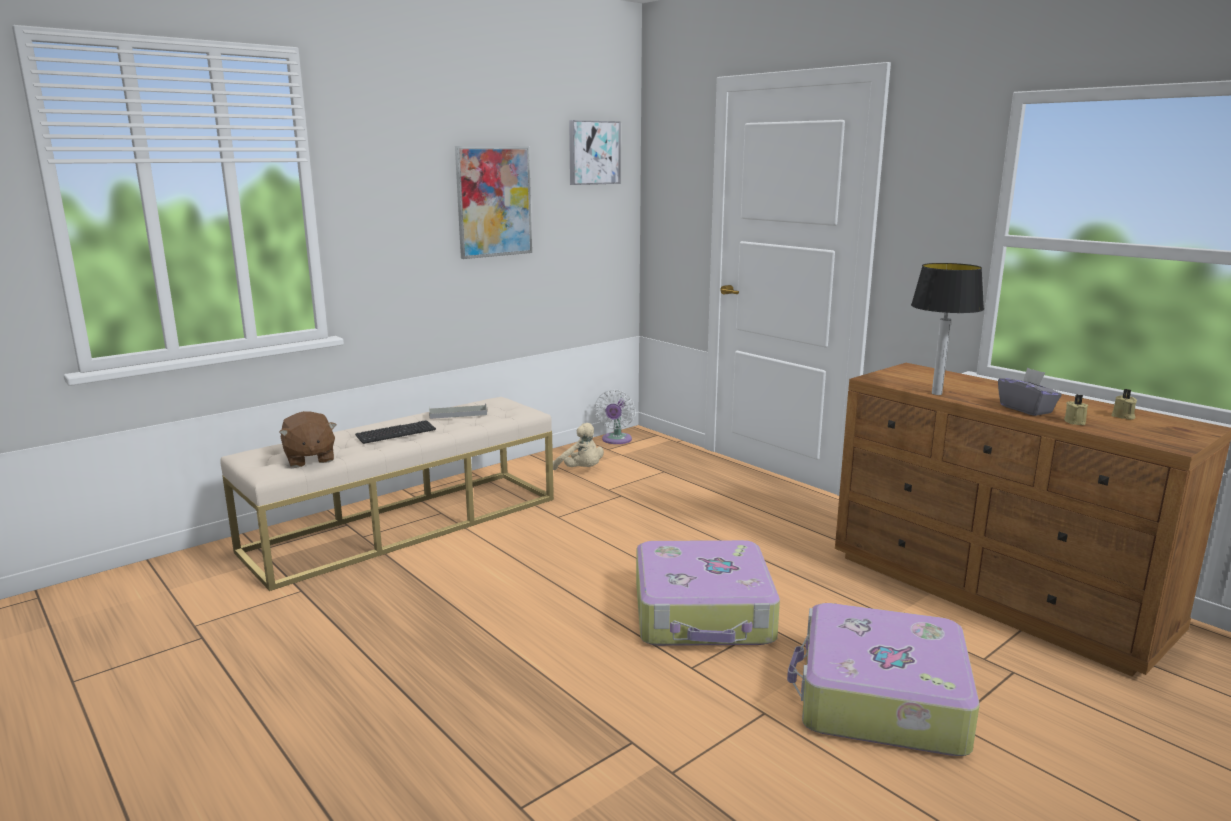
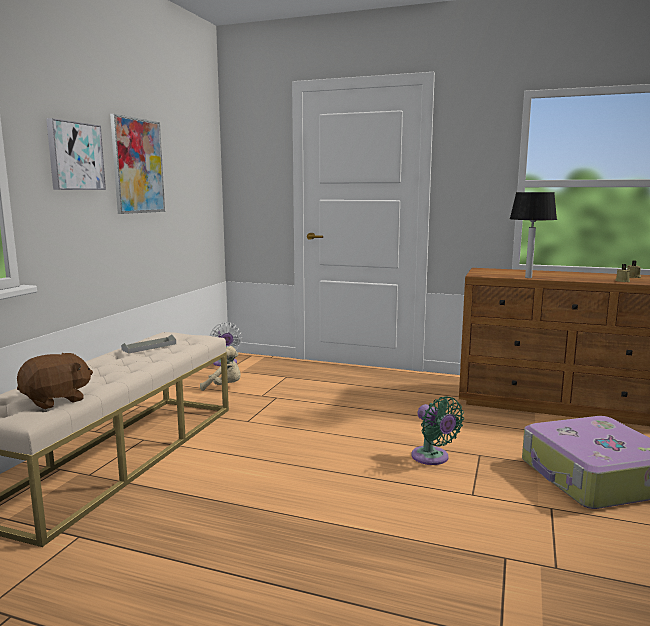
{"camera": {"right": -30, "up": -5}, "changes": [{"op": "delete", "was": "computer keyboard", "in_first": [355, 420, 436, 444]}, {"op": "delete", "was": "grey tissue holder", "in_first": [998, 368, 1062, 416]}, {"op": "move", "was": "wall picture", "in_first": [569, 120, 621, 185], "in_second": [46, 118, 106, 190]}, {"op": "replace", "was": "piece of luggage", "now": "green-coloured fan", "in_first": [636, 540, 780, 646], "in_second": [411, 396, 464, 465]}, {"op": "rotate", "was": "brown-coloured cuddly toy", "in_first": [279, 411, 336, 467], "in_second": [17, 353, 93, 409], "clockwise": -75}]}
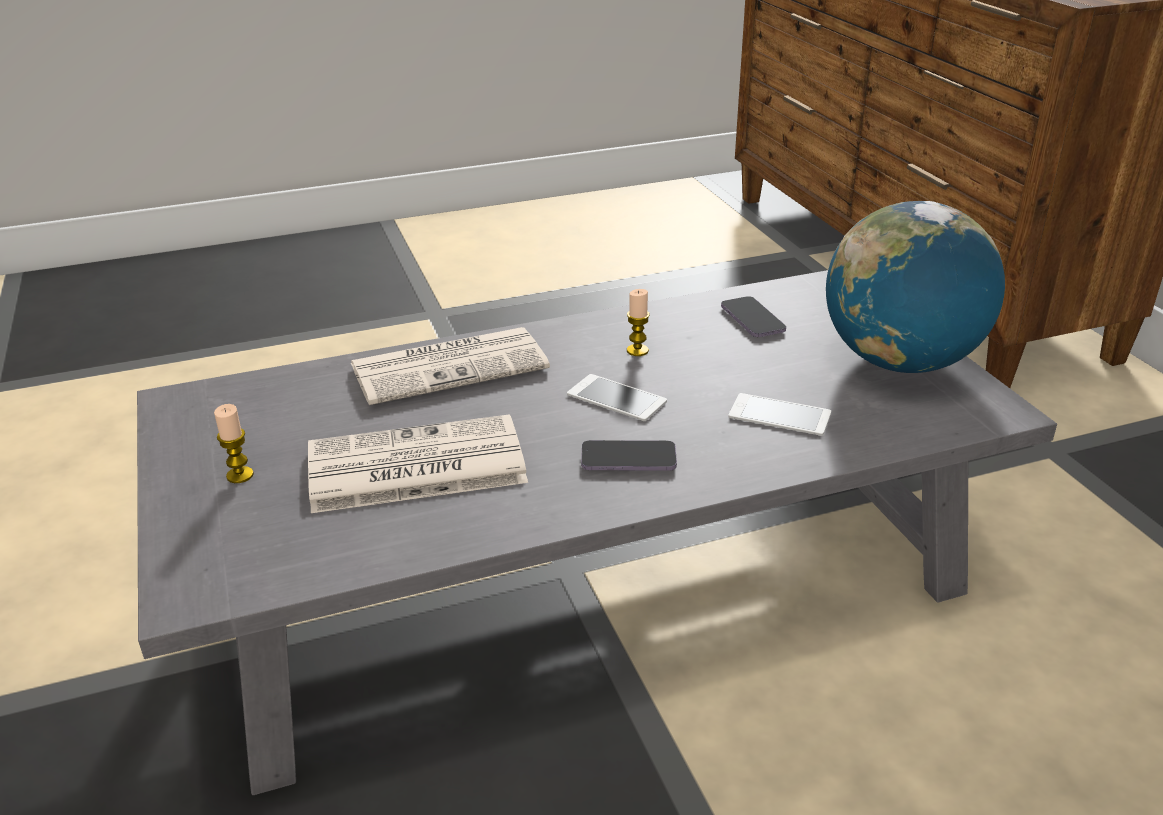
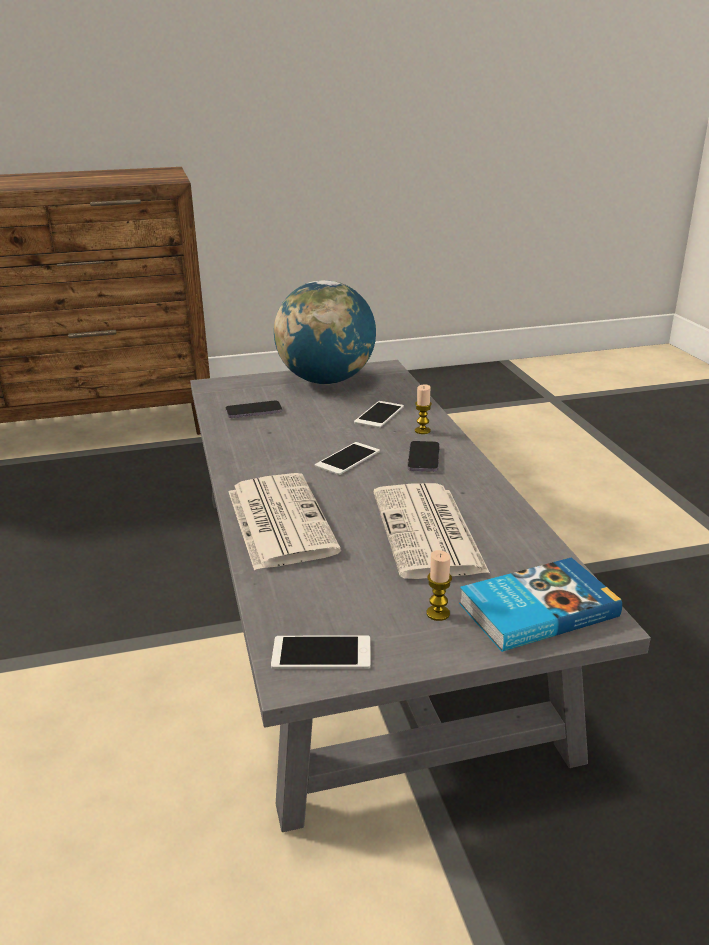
{"camera": {"right": -85, "up": -5}, "changes": [{"op": "insert", "now": "phone", "in_second": [271, 635, 371, 669]}, {"op": "insert", "now": "book", "in_second": [459, 557, 622, 652]}, {"op": "move", "was": "wax light", "in_first": [627, 289, 650, 356], "in_second": [415, 384, 432, 434]}]}
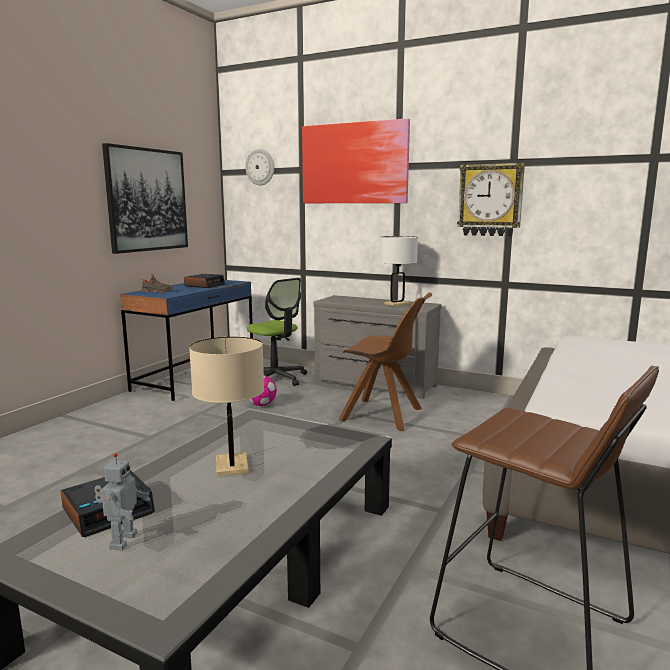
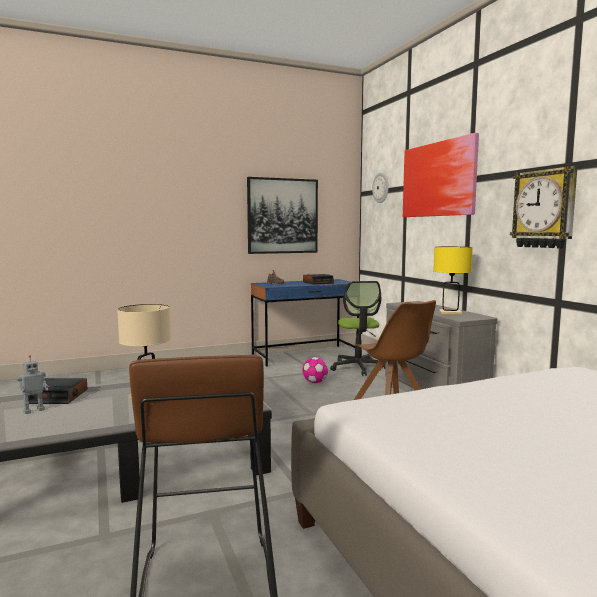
{"camera": {"right": 40, "up": -5}, "changes": [{"op": "recolor", "was": "white lamp for a table", "now": "yellowish lamp for a table", "in_first": [380, 236, 418, 306], "in_second": [433, 246, 473, 315]}]}
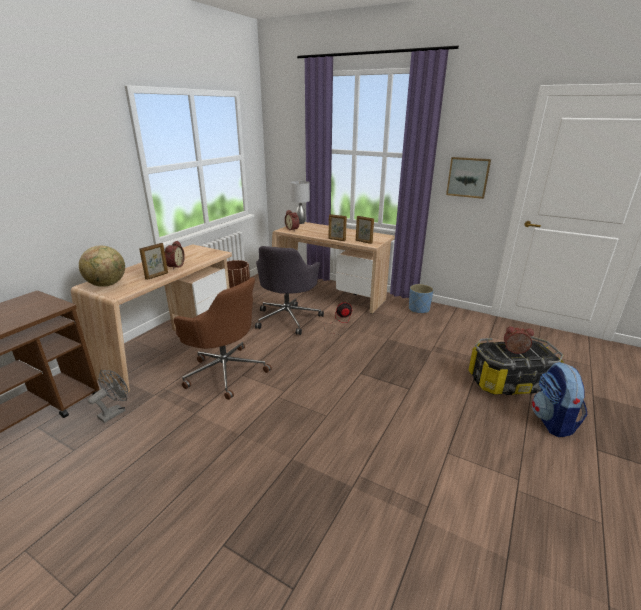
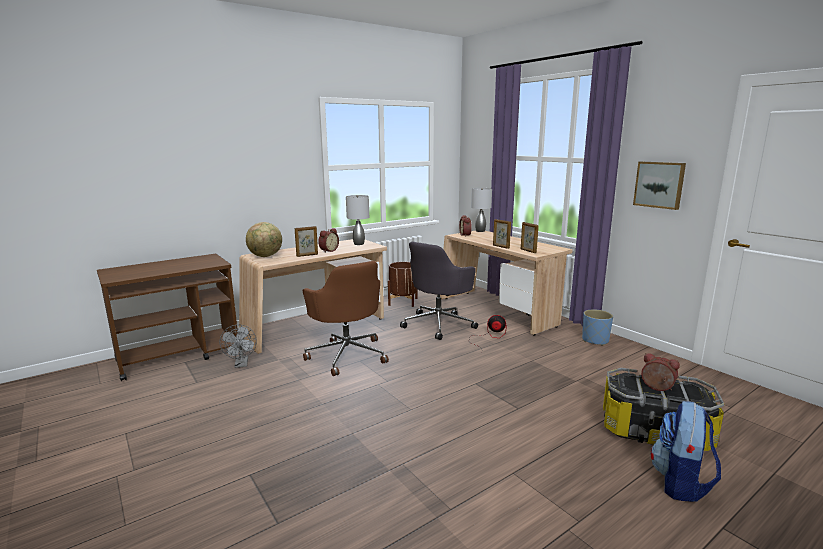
{"camera": {"right": 25, "up": -10}, "changes": [{"op": "insert", "now": "grey lamp for a table", "in_second": [346, 195, 369, 245]}, {"op": "rotate", "was": "grey fan", "in_first": [88, 370, 128, 423], "in_second": [219, 325, 257, 368], "clockwise": 105}]}
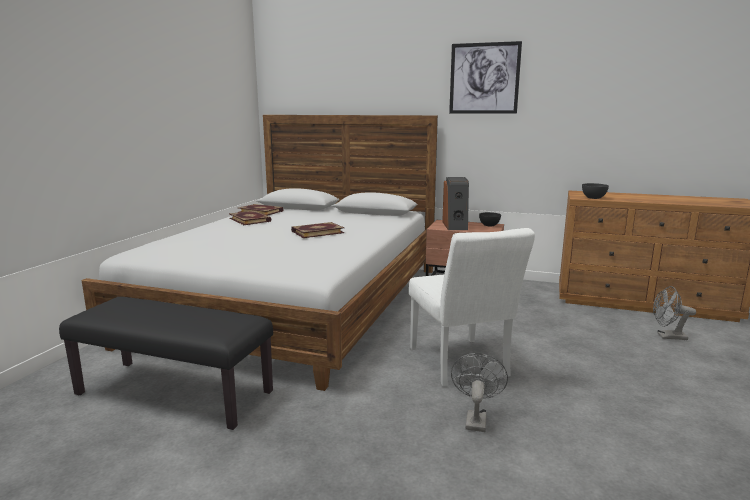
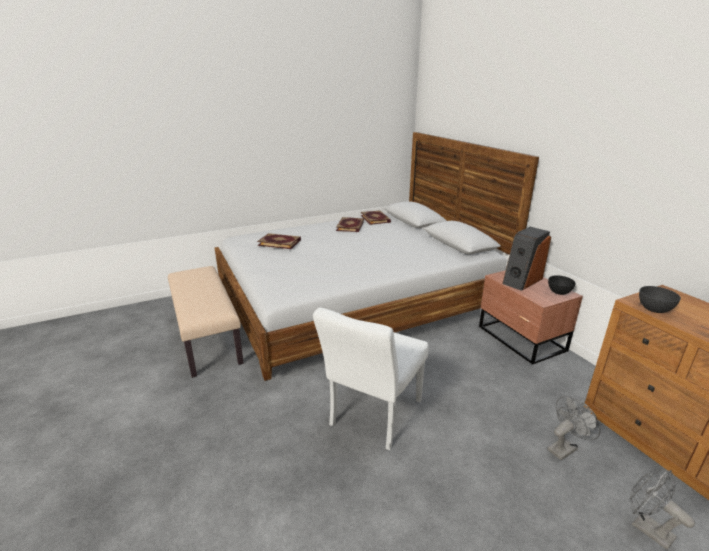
{"camera": {"right": 45, "up": 10}, "changes": [{"op": "delete", "was": "wall picture", "in_first": [449, 41, 522, 114]}, {"op": "move", "was": "book", "in_first": [291, 222, 345, 238], "in_second": [257, 233, 301, 249]}, {"op": "move", "was": "grey fan", "in_first": [451, 353, 508, 432], "in_second": [547, 396, 600, 460]}, {"op": "recolor", "was": "black indoor bench", "now": "beige indoor bench", "in_first": [59, 297, 273, 430], "in_second": [168, 266, 243, 378]}]}
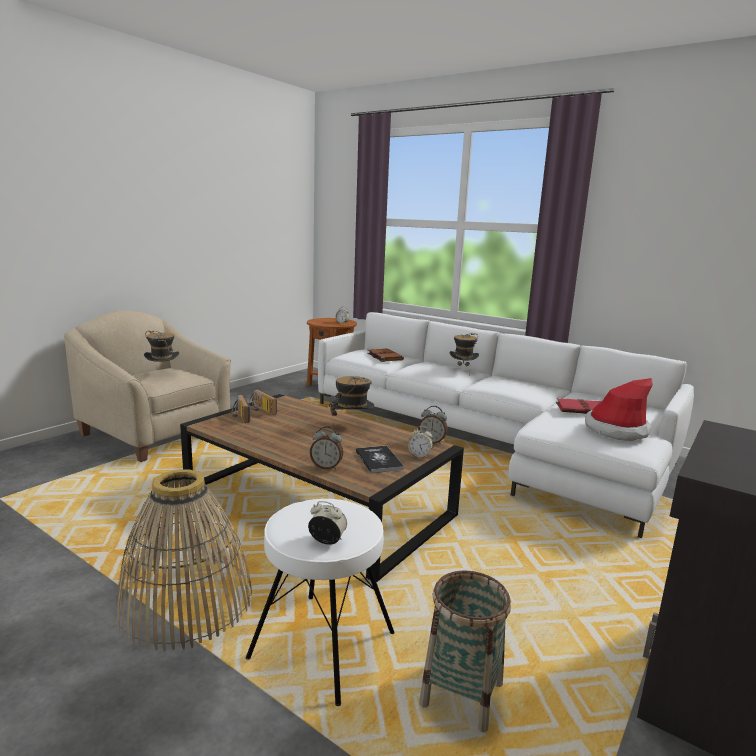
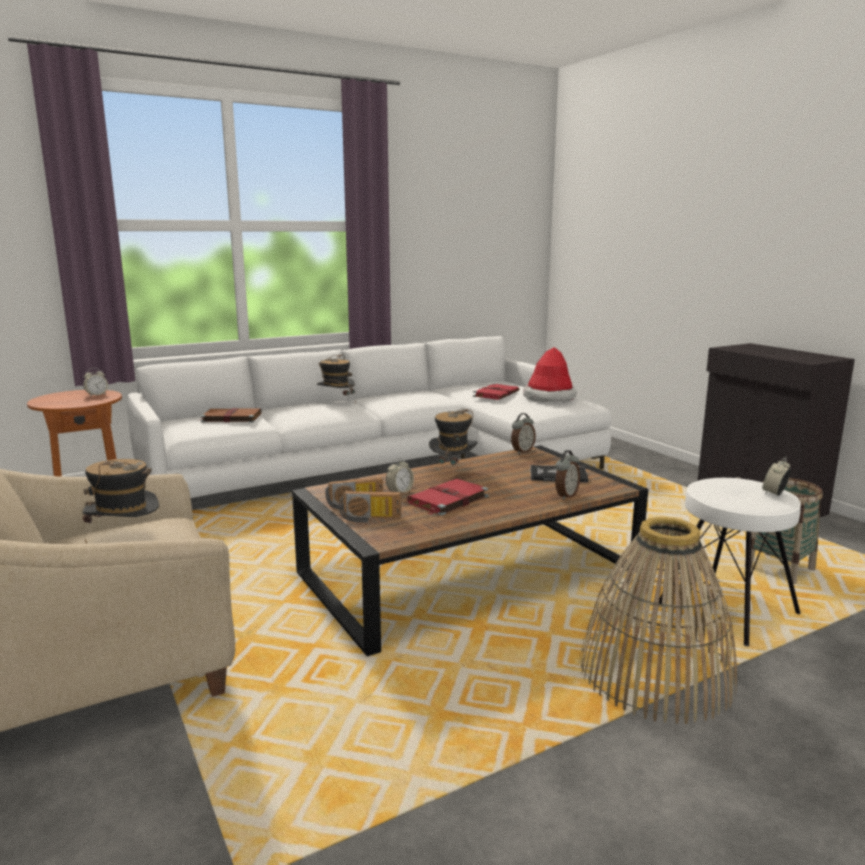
{"camera": {"right": -65, "up": 0}, "changes": [{"op": "insert", "now": "red-coloured book", "in_second": [407, 479, 488, 516]}, {"op": "move", "was": "table clock", "in_first": [408, 426, 433, 458], "in_second": [386, 457, 414, 493]}]}
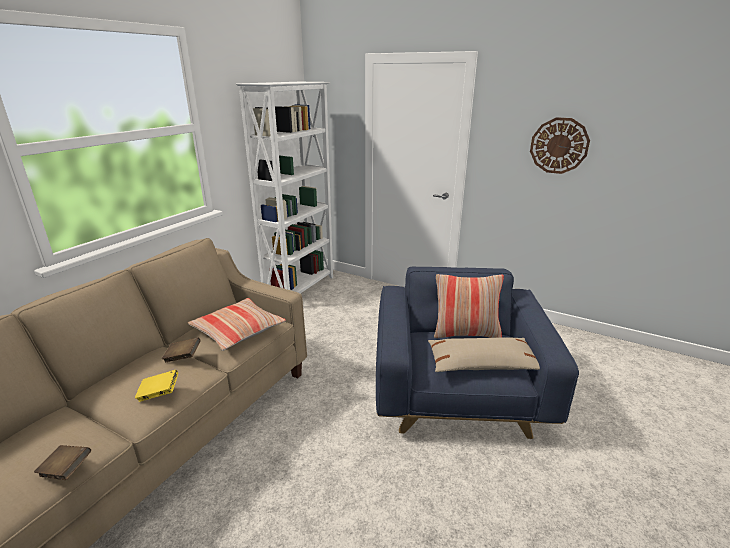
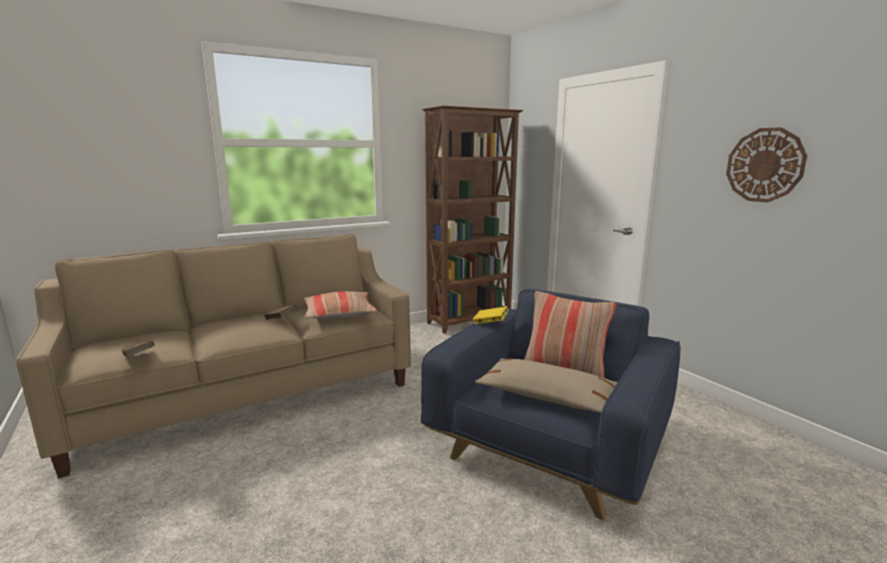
{"camera": {"right": 30, "up": -10}, "changes": [{"op": "move", "was": "yellowish book", "in_first": [135, 370, 178, 402], "in_second": [473, 306, 509, 324]}, {"op": "recolor", "was": "white shelving unit", "now": "brown-coloured shelving unit", "in_first": [236, 82, 333, 293], "in_second": [422, 106, 523, 334]}]}
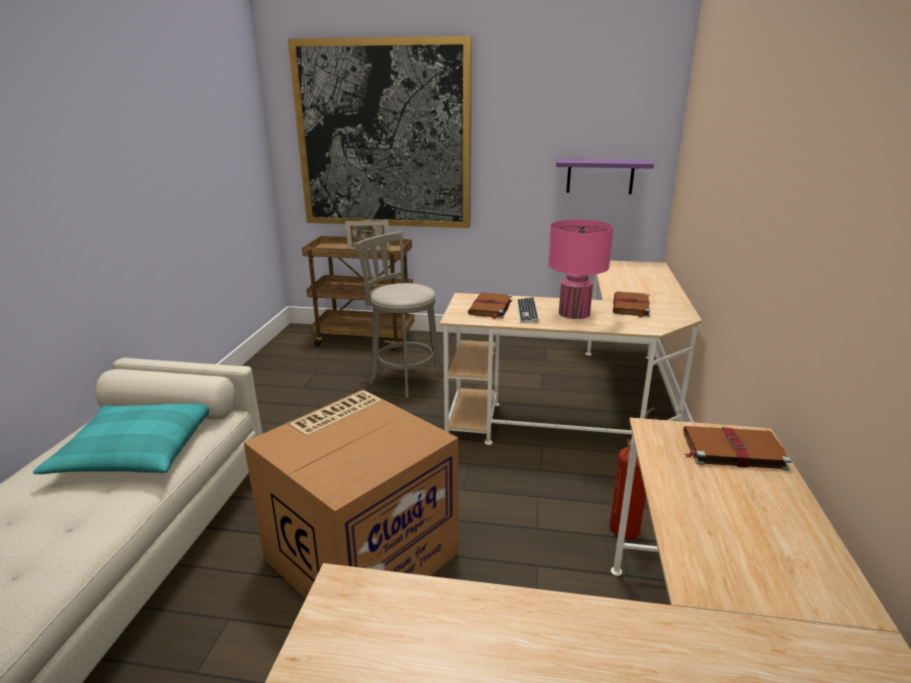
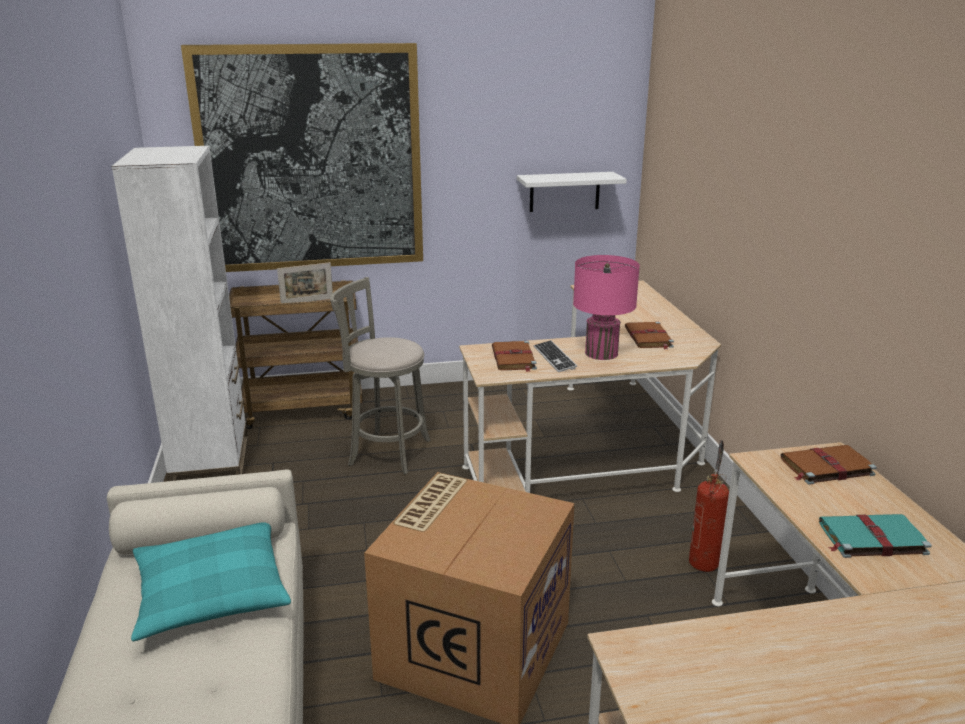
{"camera": {"right": -20, "up": 0}, "changes": [{"op": "insert", "now": "white shelving unit", "in_second": [111, 146, 248, 481]}, {"op": "insert", "now": "blue-green book", "in_second": [819, 514, 932, 558]}, {"op": "recolor", "was": "purple-coloured shelf", "now": "white shelf", "in_first": [556, 158, 654, 194], "in_second": [517, 172, 627, 212]}]}
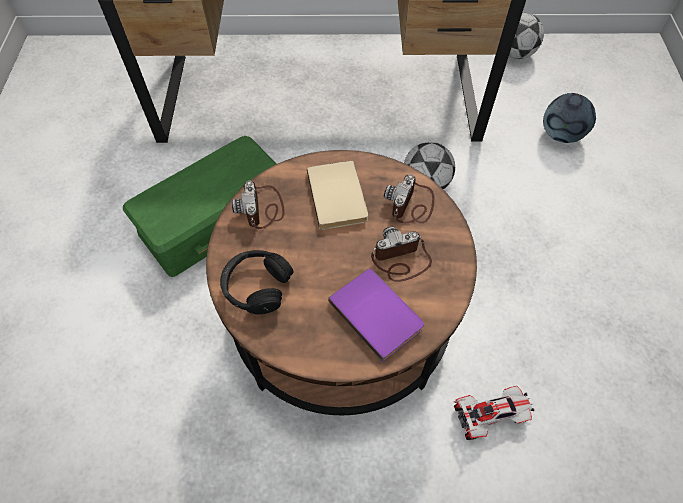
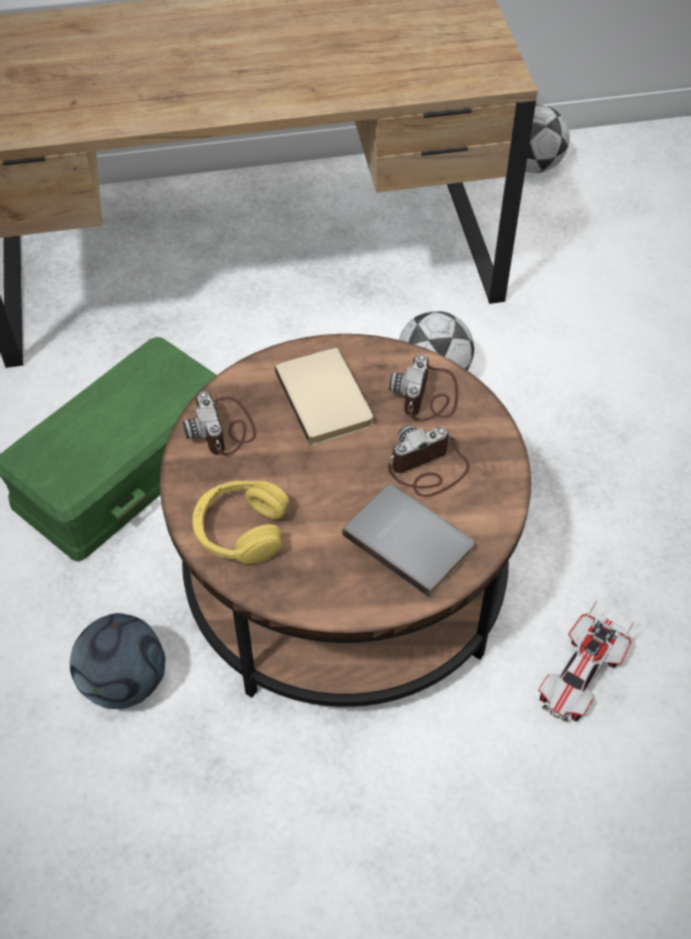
{"camera": {"right": -10, "up": -5}, "changes": [{"op": "move", "was": "ball for football", "in_first": [543, 93, 596, 143], "in_second": [69, 613, 166, 709]}, {"op": "recolor", "was": "black headphones", "now": "yellowish headphones", "in_first": [220, 250, 294, 314], "in_second": [192, 481, 289, 564]}, {"op": "recolor", "was": "purple-coloured book", "now": "grey book", "in_first": [328, 269, 424, 362], "in_second": [342, 484, 475, 598]}, {"op": "rotate", "was": "model car", "in_first": [453, 386, 535, 440], "in_second": [538, 601, 634, 722], "clockwise": 150}]}
